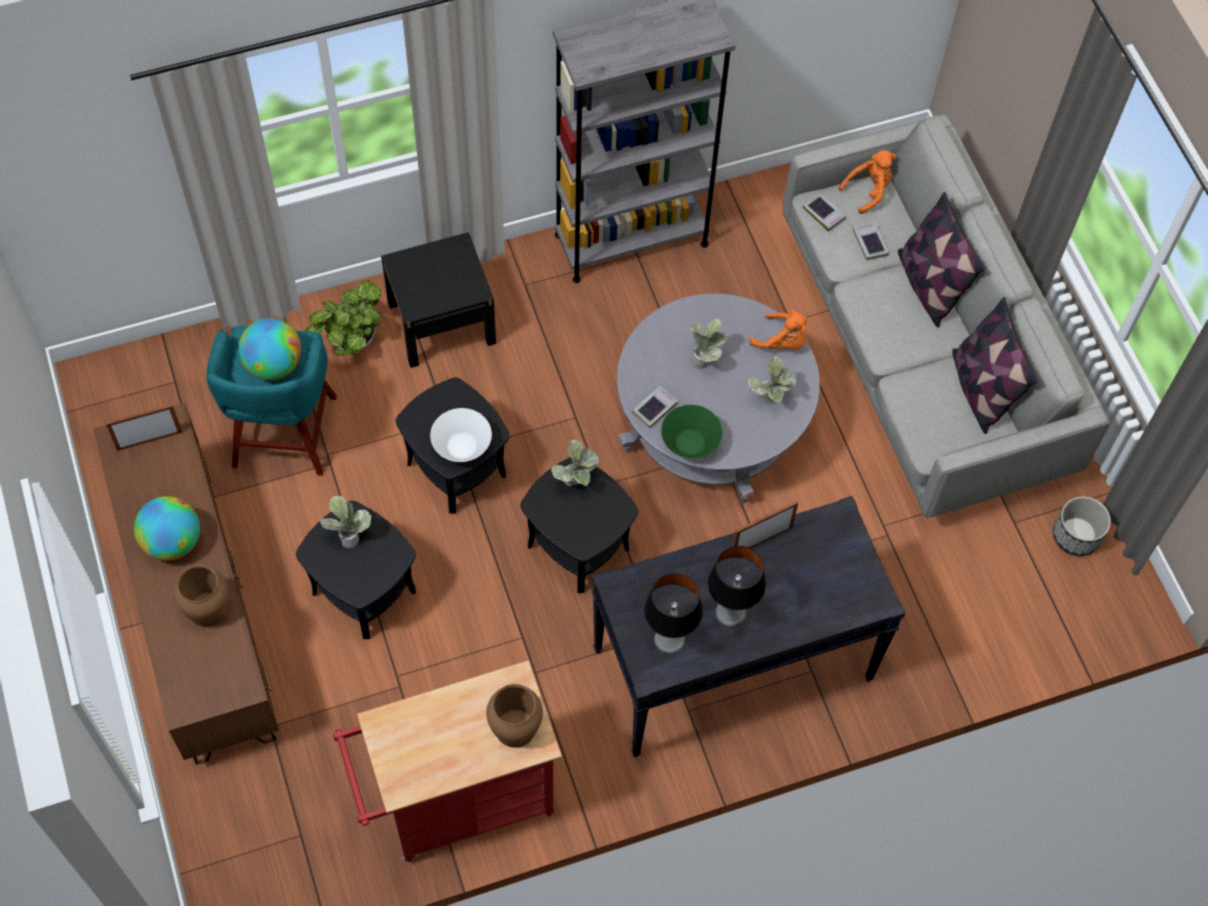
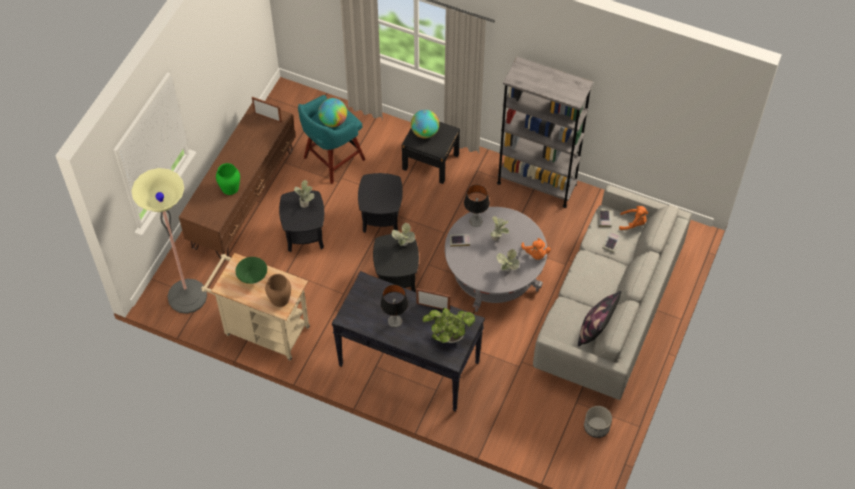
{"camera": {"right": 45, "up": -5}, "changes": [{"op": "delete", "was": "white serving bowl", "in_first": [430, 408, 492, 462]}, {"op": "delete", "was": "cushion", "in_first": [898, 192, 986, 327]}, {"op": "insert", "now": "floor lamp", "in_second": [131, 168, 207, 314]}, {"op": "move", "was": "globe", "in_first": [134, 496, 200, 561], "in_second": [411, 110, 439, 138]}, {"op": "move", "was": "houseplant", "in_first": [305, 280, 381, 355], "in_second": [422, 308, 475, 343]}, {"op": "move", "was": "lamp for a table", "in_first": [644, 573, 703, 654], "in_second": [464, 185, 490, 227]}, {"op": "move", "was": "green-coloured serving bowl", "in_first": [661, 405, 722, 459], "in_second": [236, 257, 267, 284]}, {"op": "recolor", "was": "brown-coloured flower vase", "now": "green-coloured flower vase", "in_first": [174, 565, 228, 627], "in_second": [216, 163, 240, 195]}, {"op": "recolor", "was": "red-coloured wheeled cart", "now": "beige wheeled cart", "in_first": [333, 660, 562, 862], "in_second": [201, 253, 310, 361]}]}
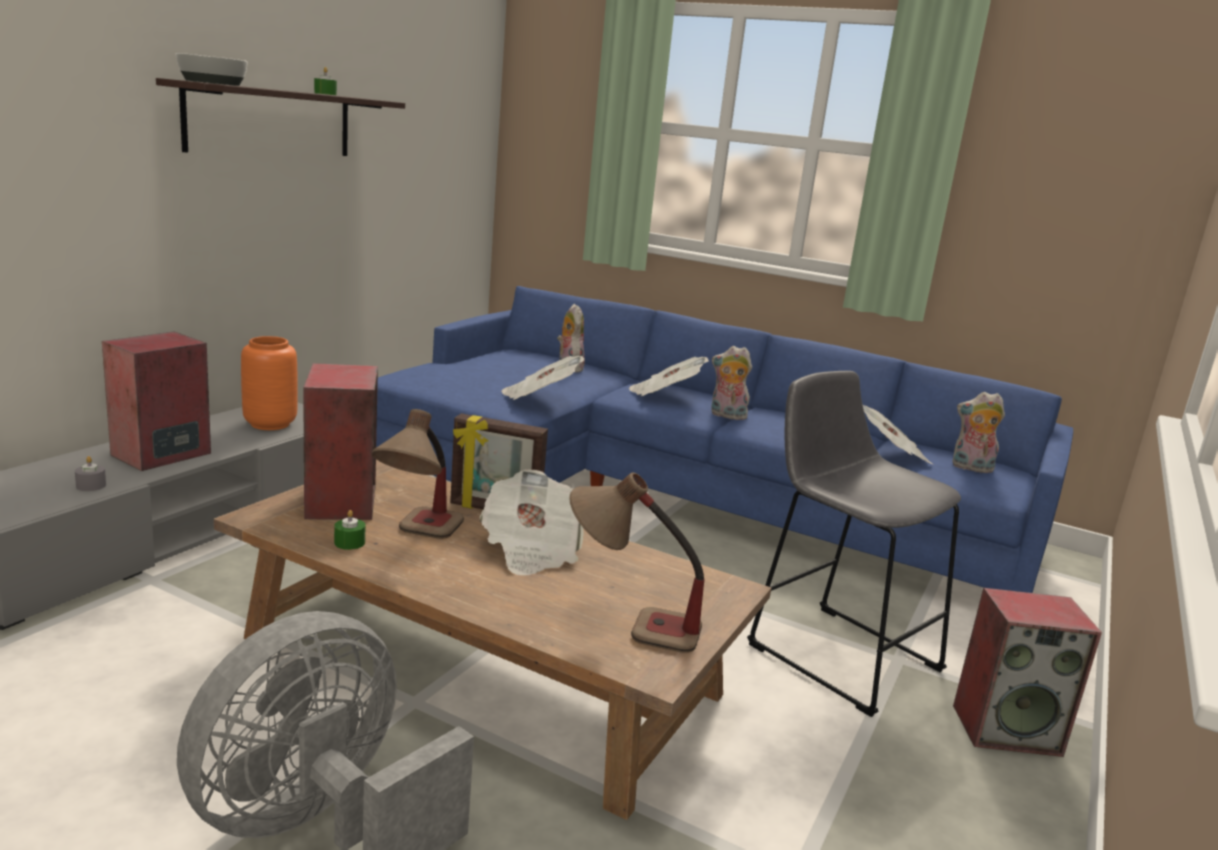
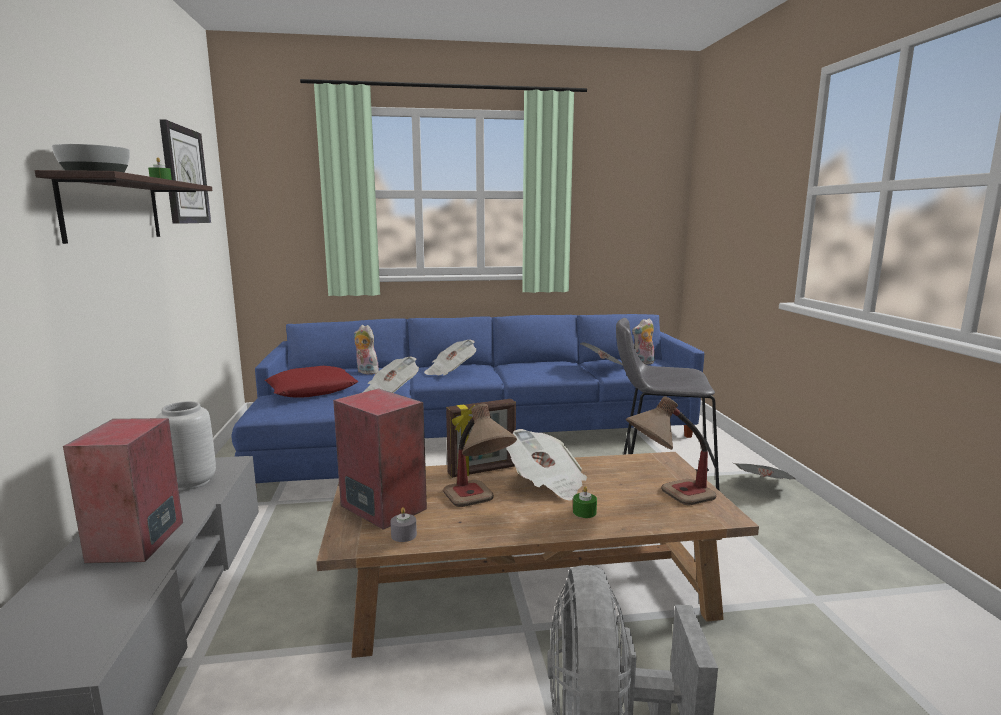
{"camera": {"right": -35, "up": -5}, "changes": [{"op": "delete", "was": "cuddly toy", "in_first": [711, 346, 752, 420]}, {"op": "insert", "now": "hanging clock", "in_second": [159, 119, 211, 224]}, {"op": "insert", "now": "red-coloured cushion", "in_second": [265, 366, 358, 398]}, {"op": "move", "was": "grey wax light", "in_first": [75, 456, 106, 491], "in_second": [390, 507, 417, 542]}, {"op": "move", "was": "green-coloured wax light", "in_first": [334, 510, 366, 550], "in_second": [573, 486, 597, 518]}, {"op": "replace", "was": "loudspeaker", "now": "printed paper", "in_first": [953, 588, 1102, 757], "in_second": [734, 463, 796, 480]}, {"op": "recolor", "was": "orange flower vase", "now": "grey flower vase", "in_first": [241, 336, 298, 430], "in_second": [156, 401, 216, 490]}]}
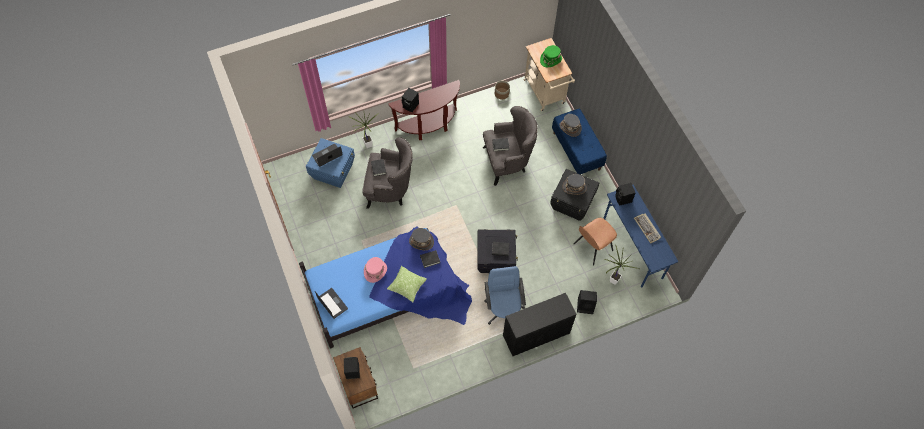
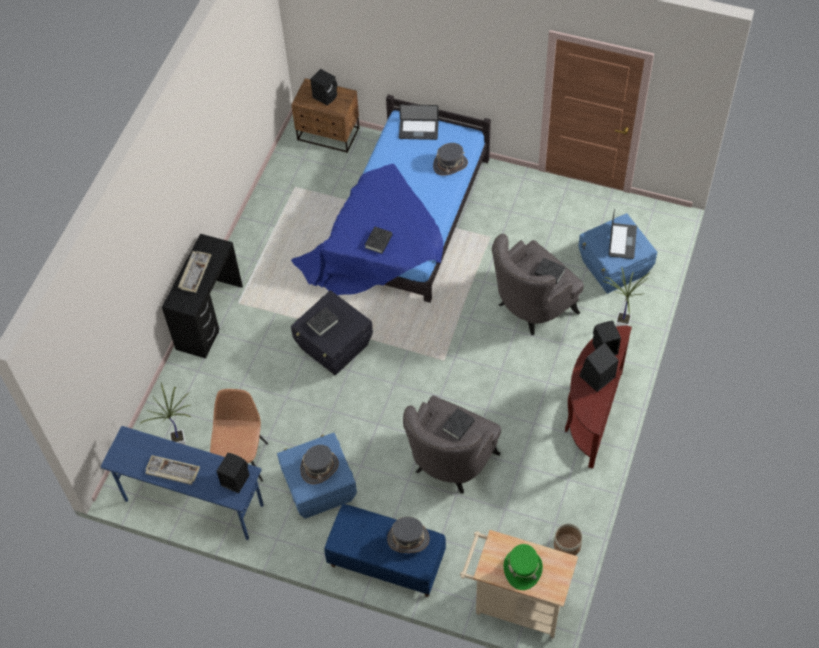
{"camera": {"right": 135, "up": -5}, "changes": [{"op": "delete", "was": "pinkish hat", "in_first": [364, 257, 387, 283]}, {"op": "delete", "was": "cushion", "in_first": [387, 266, 427, 302]}, {"op": "delete", "was": "blue desk chair", "in_first": [484, 266, 526, 325]}, {"op": "insert", "now": "computer keyboard", "in_second": [178, 251, 211, 293]}, {"op": "move", "was": "grey hat", "in_first": [409, 228, 434, 250], "in_second": [433, 143, 468, 176]}, {"op": "move", "was": "black loudspeaker", "in_first": [577, 290, 597, 314], "in_second": [579, 343, 619, 392]}, {"op": "recolor", "was": "black storage bin", "now": "blue storage bin", "in_first": [550, 169, 599, 221], "in_second": [277, 433, 357, 519]}]}
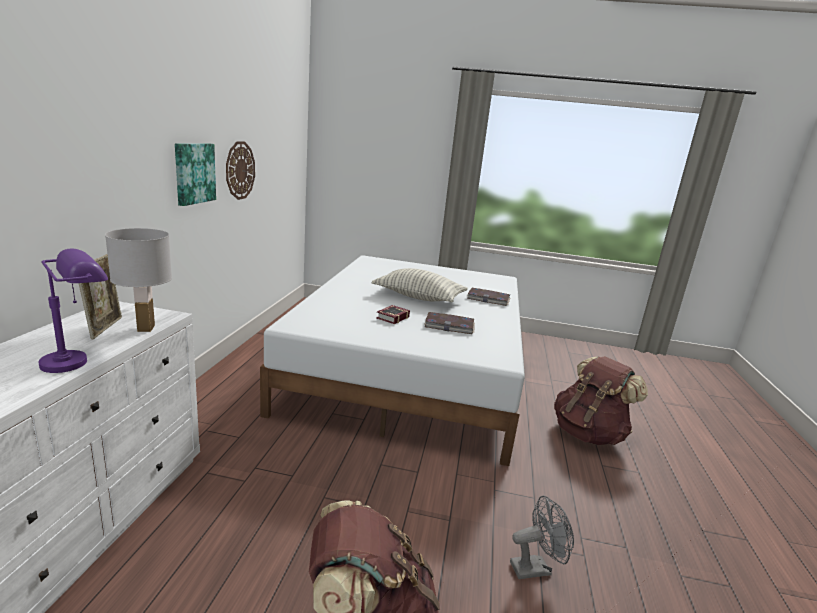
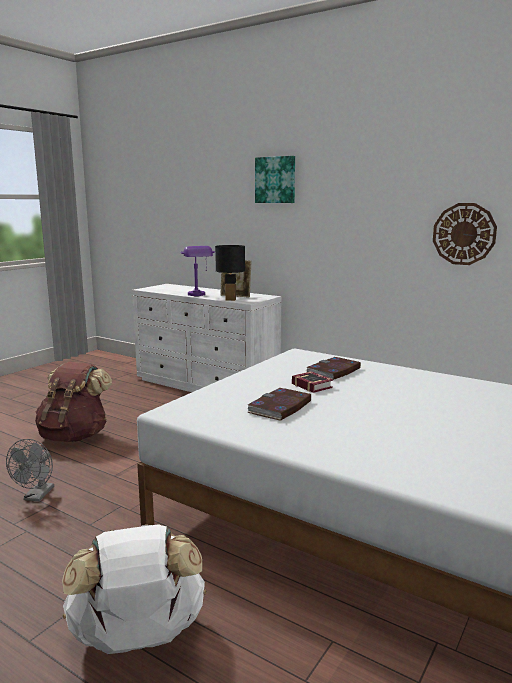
{"camera": {"right": 115, "up": -5}, "changes": [{"op": "delete", "was": "cushion", "in_first": [371, 268, 468, 302]}, {"op": "move", "was": "wall picture", "in_first": [175, 143, 216, 206], "in_second": [255, 156, 295, 203]}, {"op": "move", "was": "book", "in_first": [467, 288, 510, 306], "in_second": [305, 357, 361, 380]}, {"op": "recolor", "was": "white lamp for a table", "now": "black lamp for a table", "in_first": [105, 228, 172, 332], "in_second": [215, 245, 245, 301]}, {"op": "recolor", "was": "brown-coloured knapsack", "now": "white knapsack", "in_first": [554, 356, 648, 445], "in_second": [62, 524, 206, 654]}]}
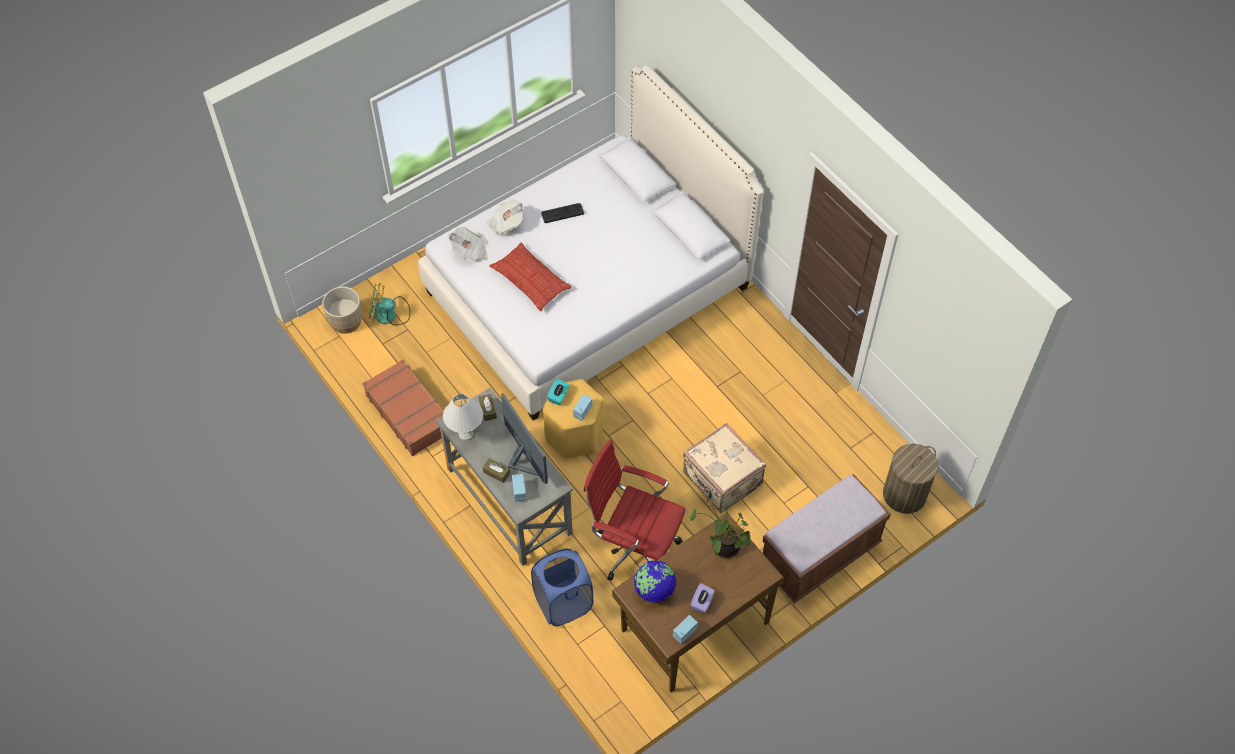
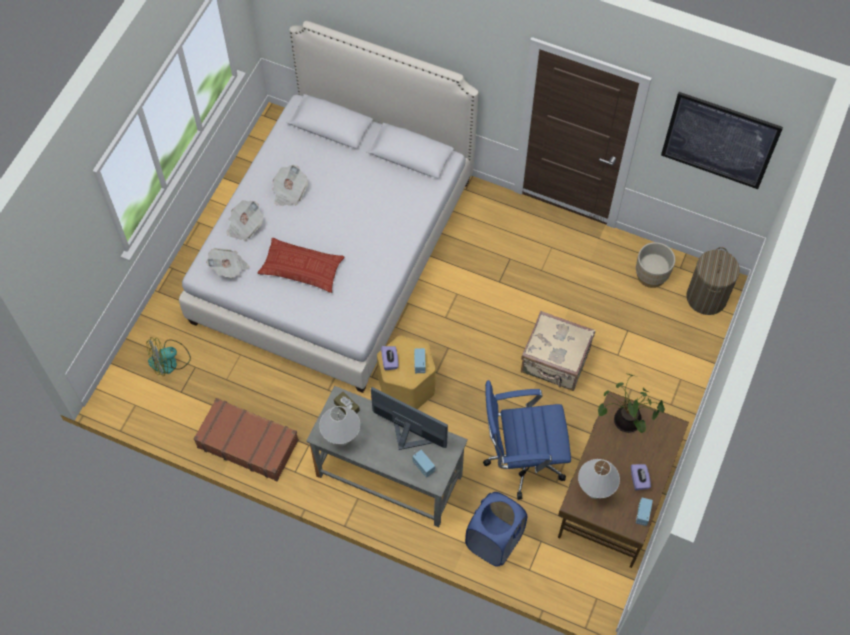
{"camera": {"right": -30, "up": 5}, "changes": [{"op": "delete", "was": "brown-coloured tissue holder", "in_first": [483, 458, 510, 483]}, {"op": "delete", "was": "brown-coloured indoor bench", "in_first": [763, 474, 891, 603]}, {"op": "insert", "now": "wall picture", "in_second": [661, 92, 783, 189]}, {"op": "move", "was": "beige planter", "in_first": [322, 287, 362, 333], "in_second": [636, 242, 675, 288]}, {"op": "replace", "was": "computer keyboard", "now": "printed paper", "in_first": [541, 203, 584, 223], "in_second": [272, 165, 308, 206]}, {"op": "replace", "was": "globe", "now": "white lamp for a table", "in_first": [634, 560, 676, 603], "in_second": [578, 459, 620, 499]}, {"op": "recolor", "was": "blue-green tissue holder", "now": "purple-coloured tissue holder", "in_first": [547, 379, 570, 405], "in_second": [381, 346, 398, 370]}, {"op": "recolor", "was": "red-coloured desk chair", "now": "blue desk chair", "in_first": [583, 440, 685, 581], "in_second": [483, 380, 571, 500]}]}
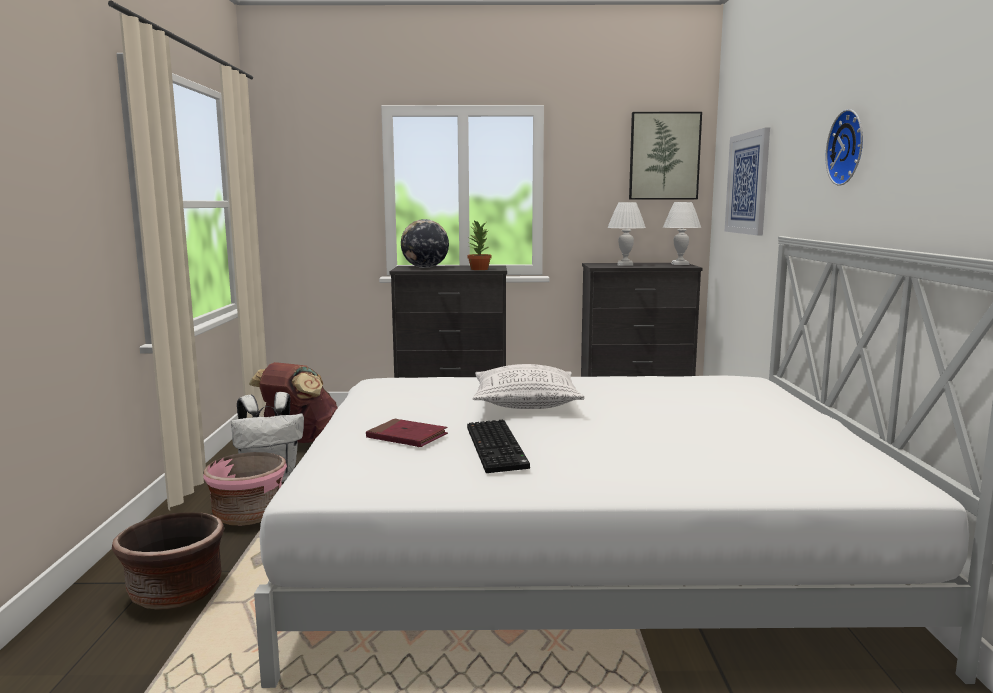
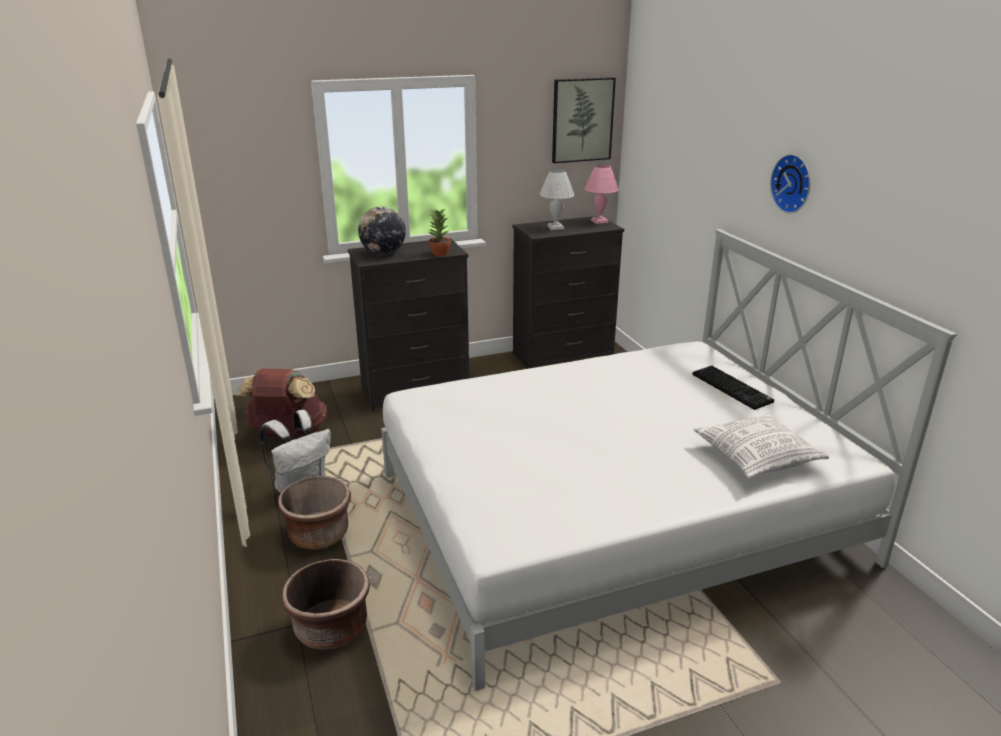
{"camera": {"right": -20, "up": 15}, "changes": [{"op": "delete", "was": "red-coloured book", "in_first": [366, 419, 448, 447]}, {"op": "delete", "was": "wall picture", "in_first": [725, 128, 770, 235]}, {"op": "move", "was": "computer keyboard", "in_first": [467, 420, 530, 473], "in_second": [693, 366, 774, 410]}, {"op": "move", "was": "cushion", "in_first": [473, 364, 585, 409], "in_second": [694, 413, 829, 478]}, {"op": "recolor", "was": "pinkish planter", "now": "brown-coloured planter", "in_first": [203, 452, 287, 526], "in_second": [278, 476, 351, 550]}, {"op": "recolor", "was": "white lamp for a table", "now": "pinkish lamp for a table", "in_first": [663, 202, 701, 265], "in_second": [585, 165, 619, 224]}]}
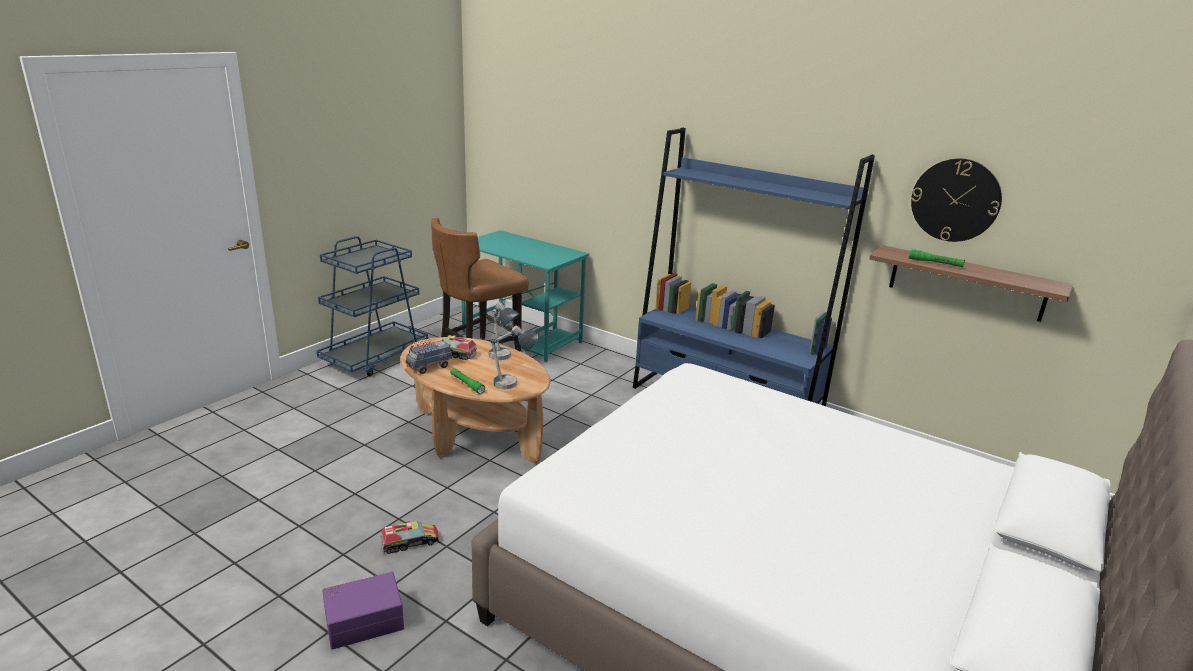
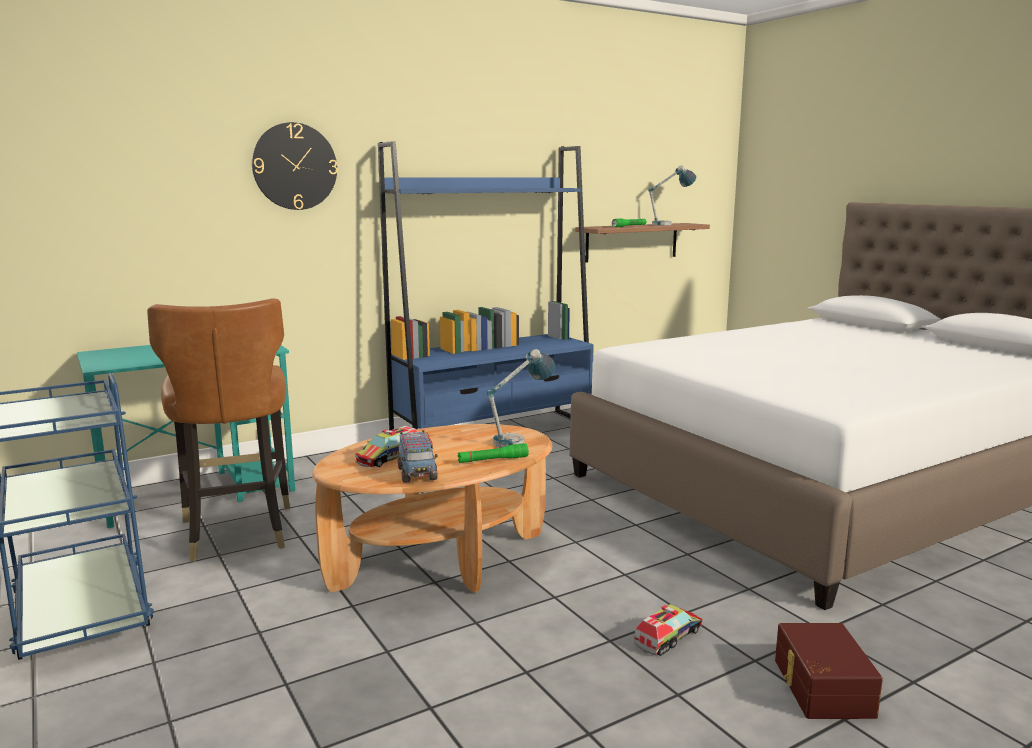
{"camera": {"right": -65, "up": -10}, "changes": [{"op": "move", "was": "lamp for a table", "in_first": [489, 301, 519, 360], "in_second": [648, 165, 696, 225]}, {"op": "move", "was": "hanging clock", "in_first": [911, 158, 1002, 242], "in_second": [252, 122, 338, 210]}, {"op": "recolor", "was": "purple-coloured storage bin", "now": "brown-coloured storage bin", "in_first": [322, 572, 404, 649], "in_second": [775, 623, 883, 719]}, {"op": "rotate", "was": "toy lorry", "in_first": [381, 521, 439, 554], "in_second": [634, 604, 703, 656], "clockwise": 45}]}
